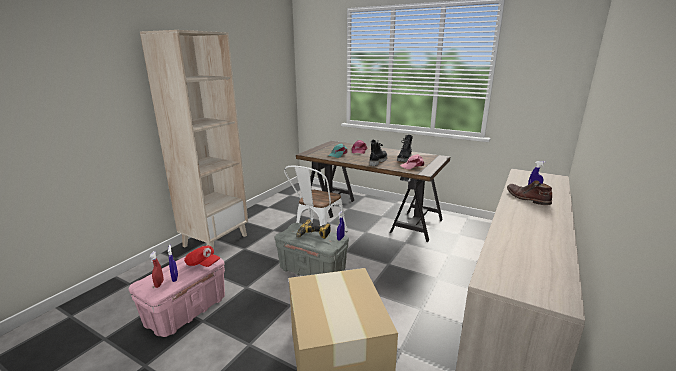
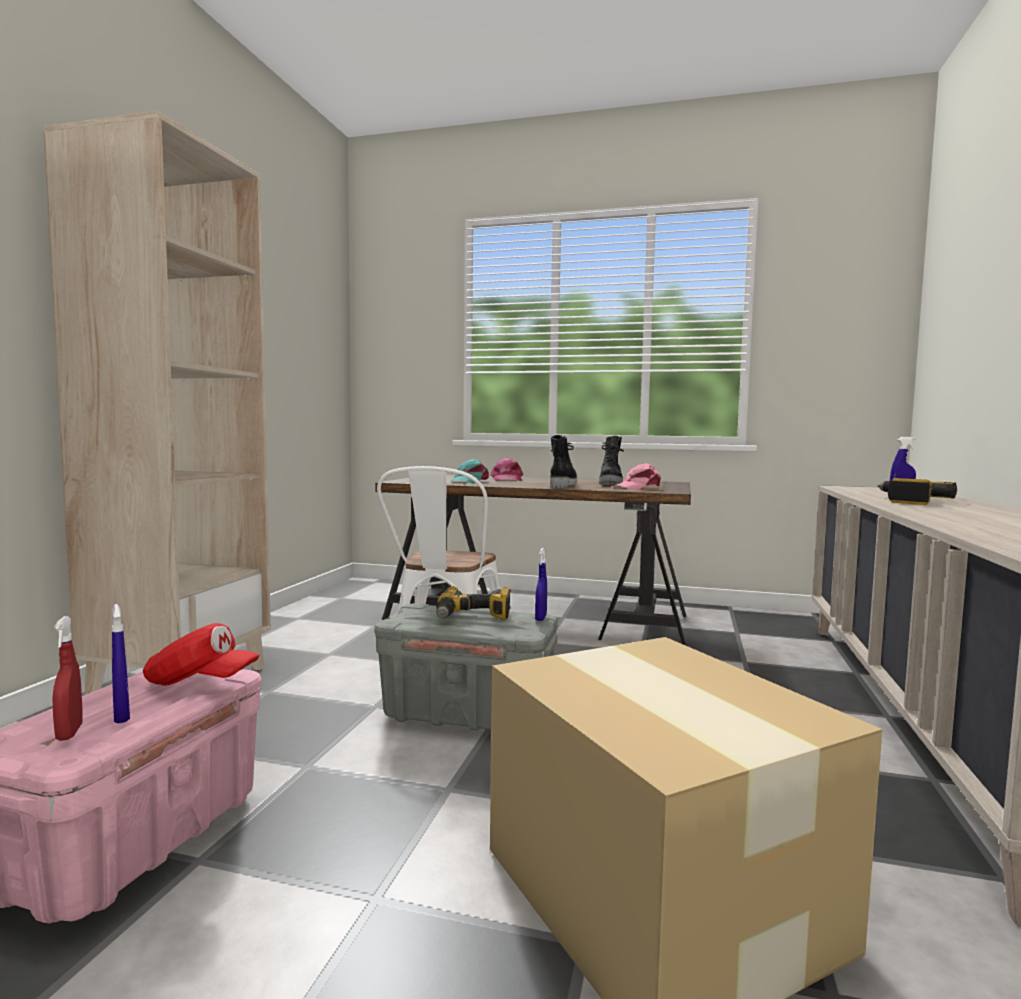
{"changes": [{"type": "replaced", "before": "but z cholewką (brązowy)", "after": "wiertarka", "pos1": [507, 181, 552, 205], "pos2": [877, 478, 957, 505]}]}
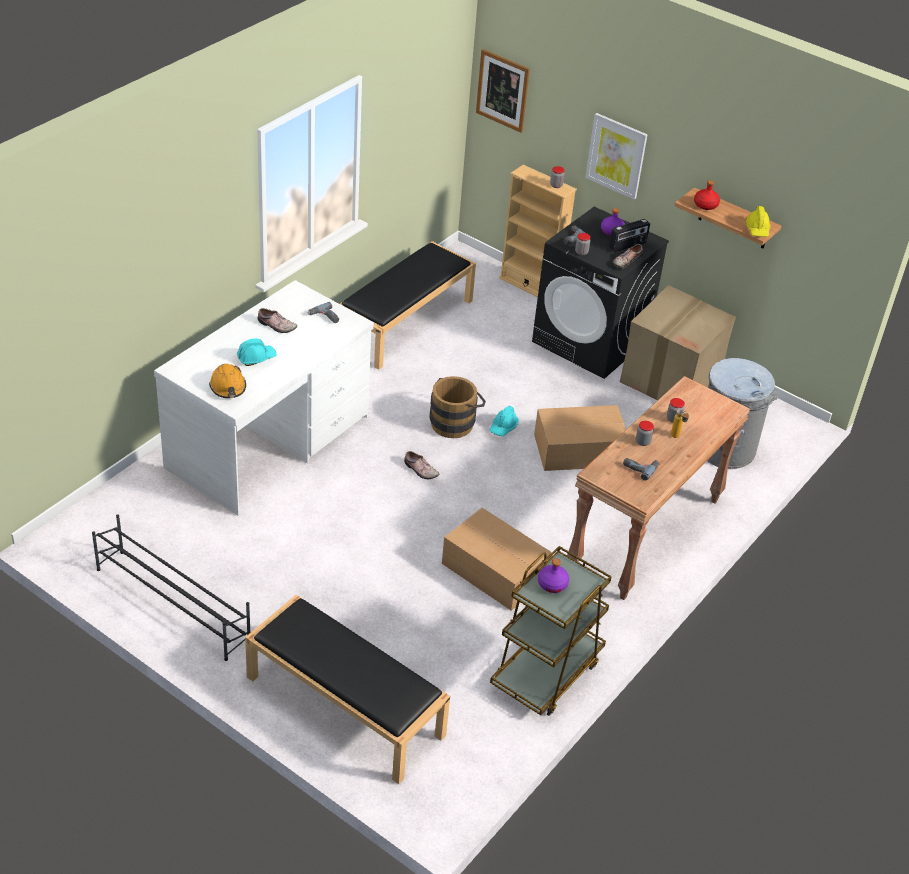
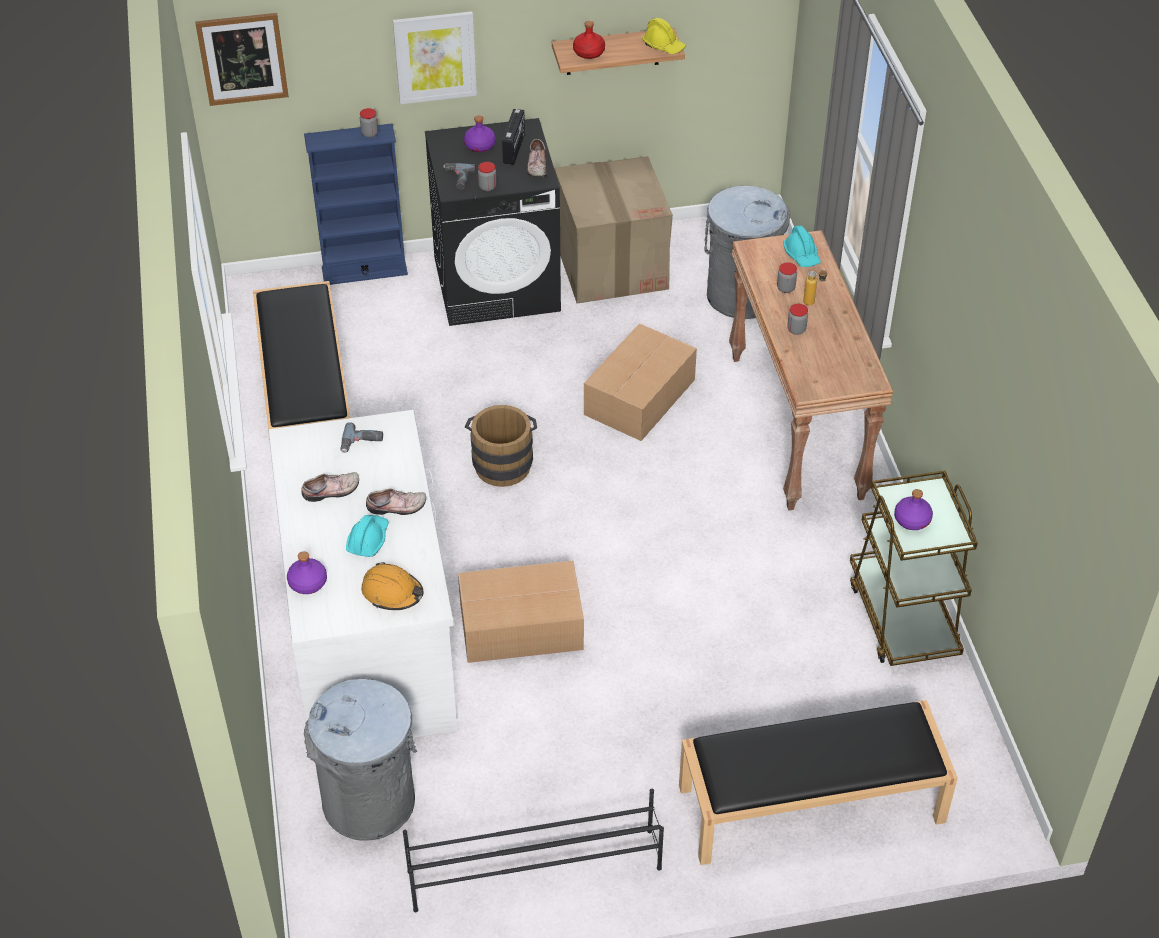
{"changes": [{"type": "moved", "before": "but", "pos1": [404, 451, 439, 479], "pos2": [366, 488, 426, 515]}, {"type": "moved", "before": "karton", "pos1": [442, 508, 552, 611], "pos2": [458, 561, 584, 663]}, {"type": "moved", "before": "kask (turkusowy)", "pos1": [489, 406, 519, 436], "pos2": [783, 225, 821, 267]}, {"type": "recoloured", "before": "regał (beżowy)", "after": "regał (niebieski)", "pos1": [499, 165, 577, 298], "pos2": [304, 124, 408, 285]}, {"type": "removed", "before": "wiertarka", "pos1": [623, 458, 659, 481]}, {"type": "added", "after": "butelka (fioletowy)", "pos2": [287, 551, 327, 594]}, {"type": "added", "after": "kosz na śmieci (szary)", "pos2": [304, 679, 417, 841]}]}
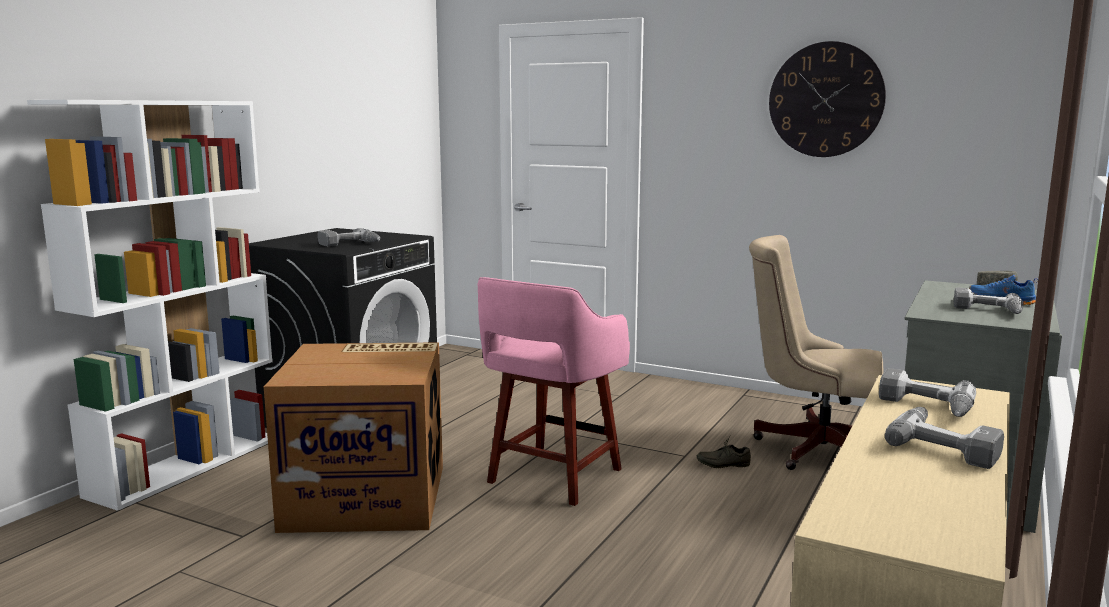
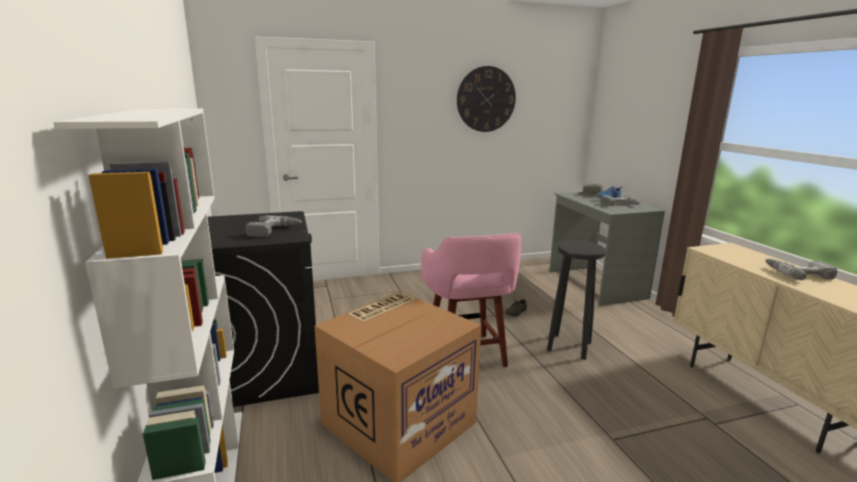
{"changes": [{"type": "removed", "before": "krzesło biurowe (beżowy)", "pos1": [749, 235, 884, 470]}, {"type": "removed", "before": "wiertarka", "pos1": [879, 368, 976, 417]}, {"type": "added", "after": "stołek (czarny)", "pos2": [547, 240, 606, 360]}]}
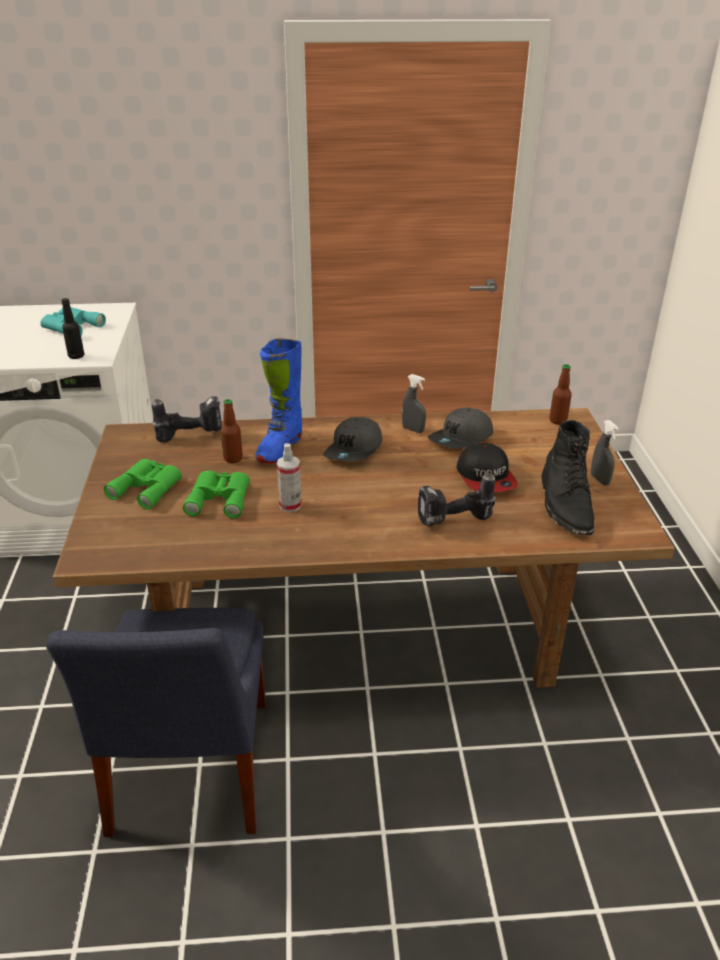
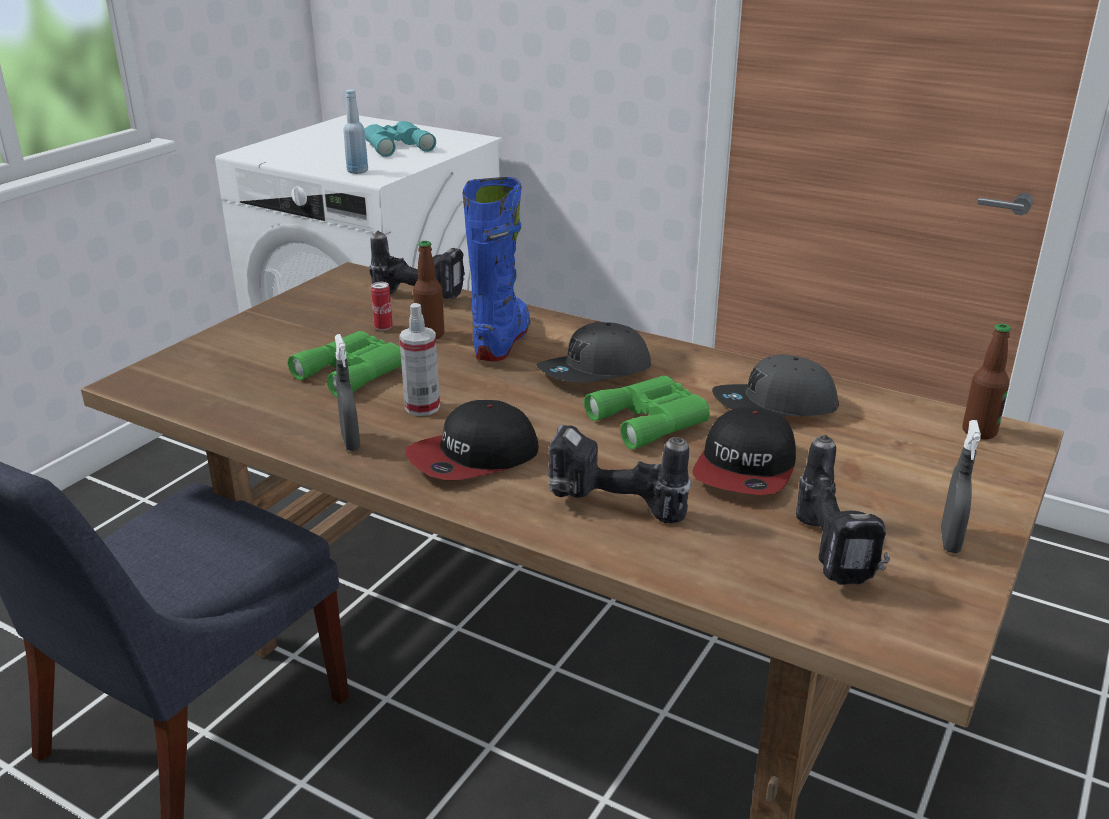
{"changes": [{"type": "recoloured", "before": "butelka (czarny)", "after": "butelka (niebieski)", "pos1": [61, 298, 84, 359], "pos2": [343, 89, 368, 174]}, {"type": "moved", "before": "lornetka (zielony)", "pos1": [104, 459, 182, 510], "pos2": [584, 376, 710, 449]}, {"type": "turned", "before": "but z cholewką (niebieski)", "pos1": [255, 339, 302, 464], "pos2": [462, 177, 531, 361], "turn": 135}, {"type": "moved", "before": "spryskiwacz (szary)", "pos1": [402, 374, 426, 433], "pos2": [335, 334, 360, 451]}, {"type": "replaced", "before": "but z cholewką (czarny)", "after": "wiertarka", "pos1": [541, 420, 594, 535], "pos2": [796, 435, 890, 585]}, {"type": "added", "after": "puszka", "pos2": [371, 282, 393, 331]}, {"type": "added", "after": "czapka z daszkiem", "pos2": [405, 400, 539, 480]}]}
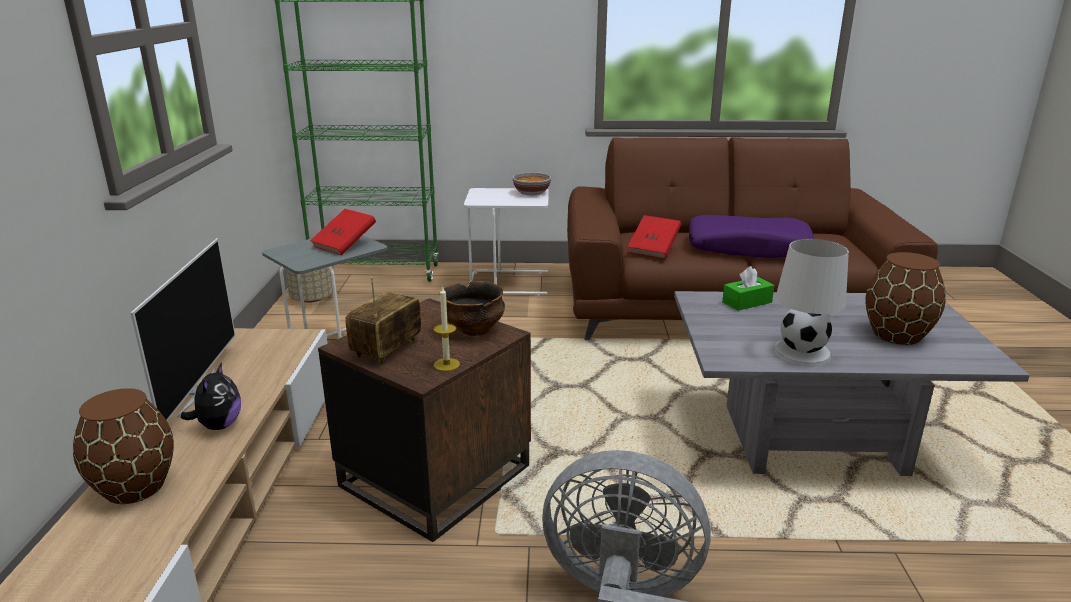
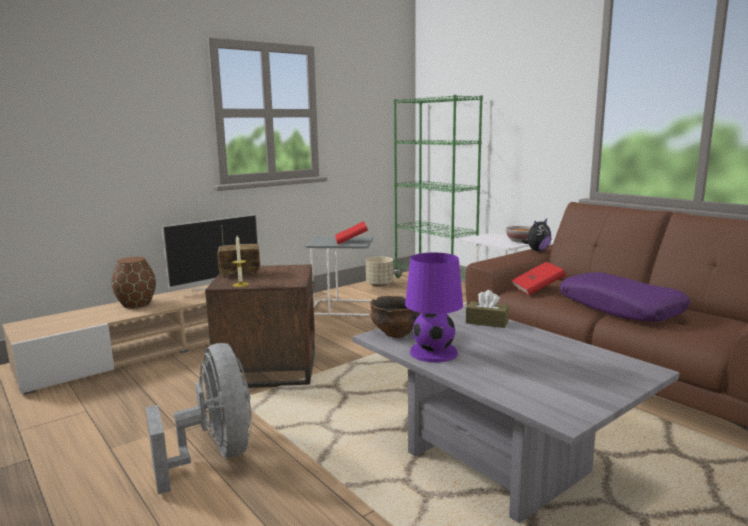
{"changes": [{"type": "moved", "before": "pluszak", "pos1": [181, 362, 241, 430], "pos2": [521, 219, 551, 251]}, {"type": "moved", "before": "miska", "pos1": [440, 281, 505, 336], "pos2": [370, 296, 421, 338]}, {"type": "recoloured", "before": "pudełko chusteczek (zielony)", "after": "pudełko chusteczek (brązowy)", "pos1": [722, 266, 774, 311], "pos2": [466, 290, 509, 328]}, {"type": "recoloured", "before": "lampa stołowa (biały)", "after": "lampa stołowa (fioletowy)", "pos1": [774, 239, 849, 366], "pos2": [405, 253, 463, 363]}, {"type": "removed", "before": "wazon (brązowy)", "pos1": [866, 252, 946, 345]}]}
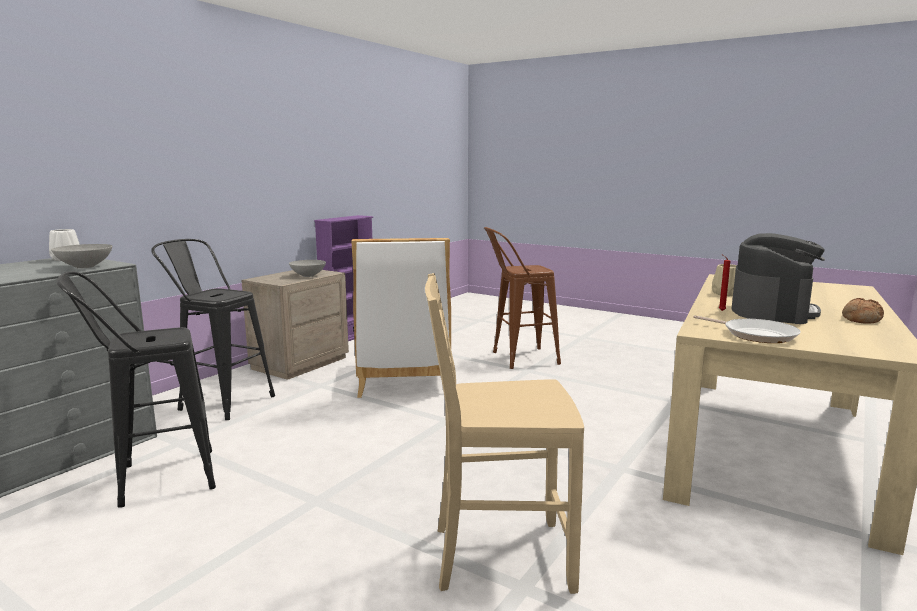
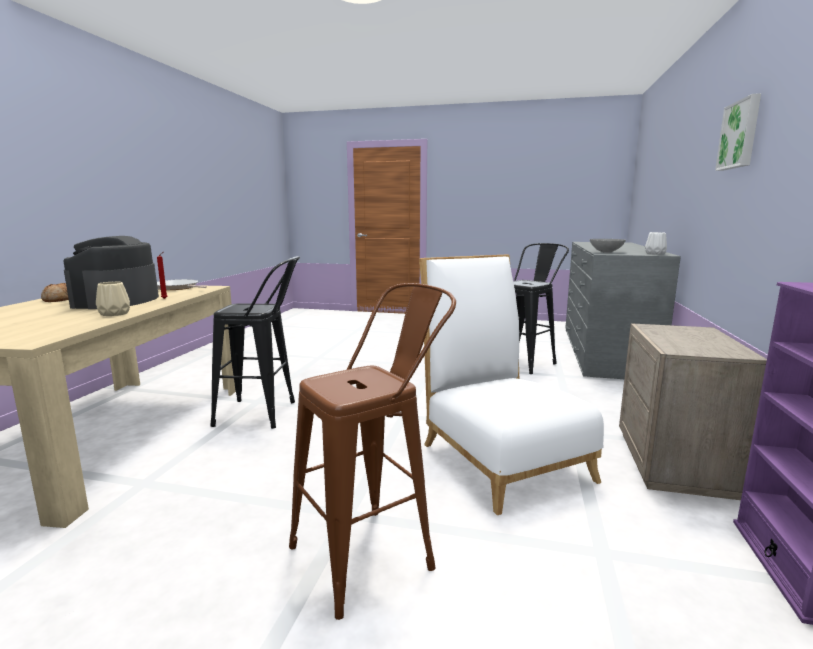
{"changes": [{"type": "moved", "before": "stołek (czarny)", "pos1": [151, 239, 275, 420], "pos2": [211, 256, 300, 429]}, {"type": "removed", "before": "miska (szary)", "pos1": [289, 260, 326, 277]}, {"type": "removed", "before": "krzesło (beżowy)", "pos1": [425, 273, 584, 594]}, {"type": "added", "after": "obraz", "pos2": [715, 93, 761, 171]}]}
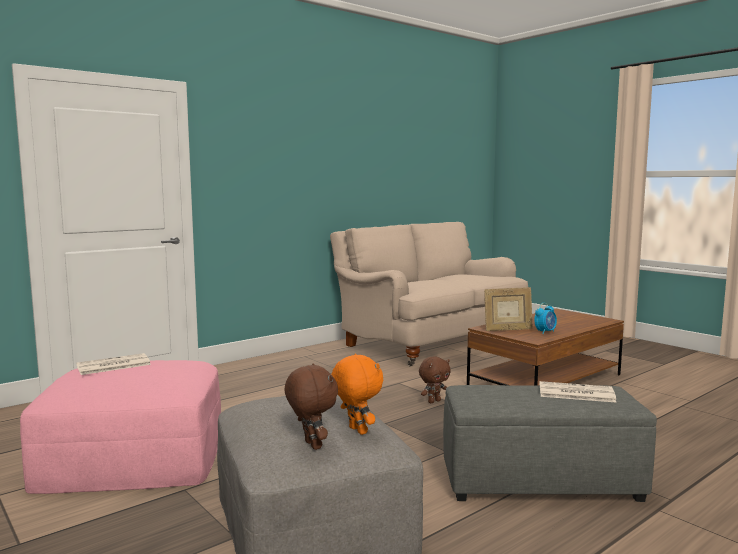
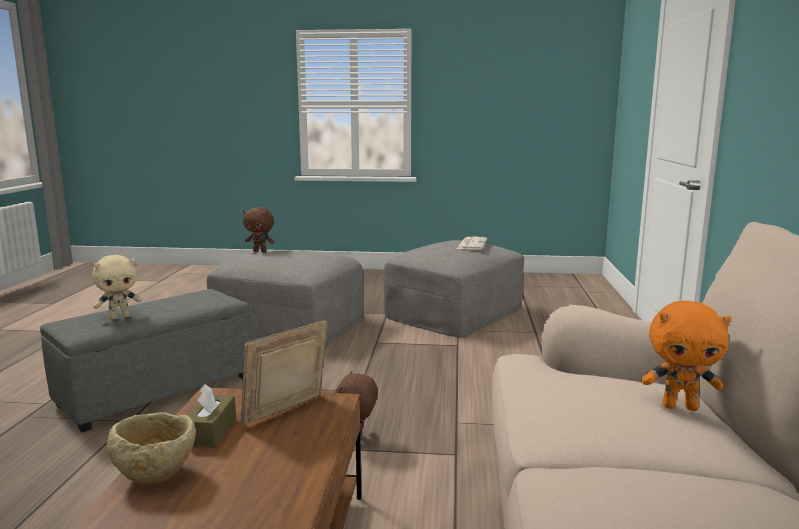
{"changes": [{"type": "recoloured", "before": "pufa (różowy)", "after": "pufa (szary)", "pos1": [20, 360, 221, 494], "pos2": [384, 240, 524, 338]}, {"type": "moved", "before": "pluszak (pomarańczowy)", "pos1": [331, 354, 383, 435], "pos2": [641, 300, 731, 411]}, {"type": "replaced", "before": "budzik", "after": "pudełko chusteczek (brązowy)", "pos1": [534, 303, 557, 334], "pos2": [187, 384, 236, 448]}, {"type": "replaced", "before": "gazeta", "after": "pluszak (beżowy)", "pos1": [540, 381, 617, 403], "pos2": [92, 255, 142, 320]}, {"type": "added", "after": "miska (beżowy)", "pos2": [107, 412, 196, 484]}]}
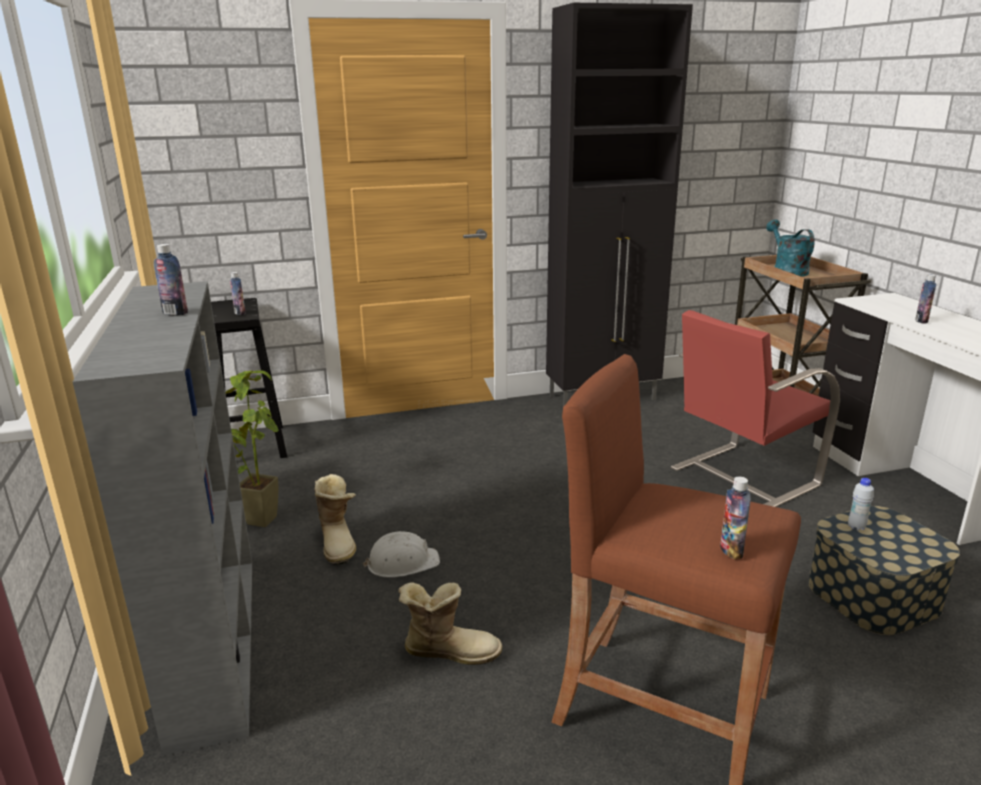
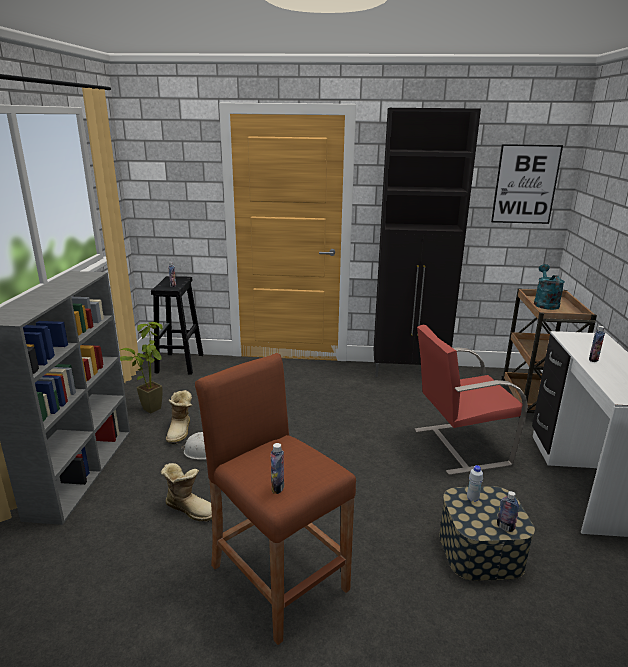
{"changes": [{"type": "moved", "before": "butelka", "pos1": [154, 244, 188, 315], "pos2": [497, 491, 519, 532]}, {"type": "added", "after": "obraz", "pos2": [491, 144, 563, 224]}]}
